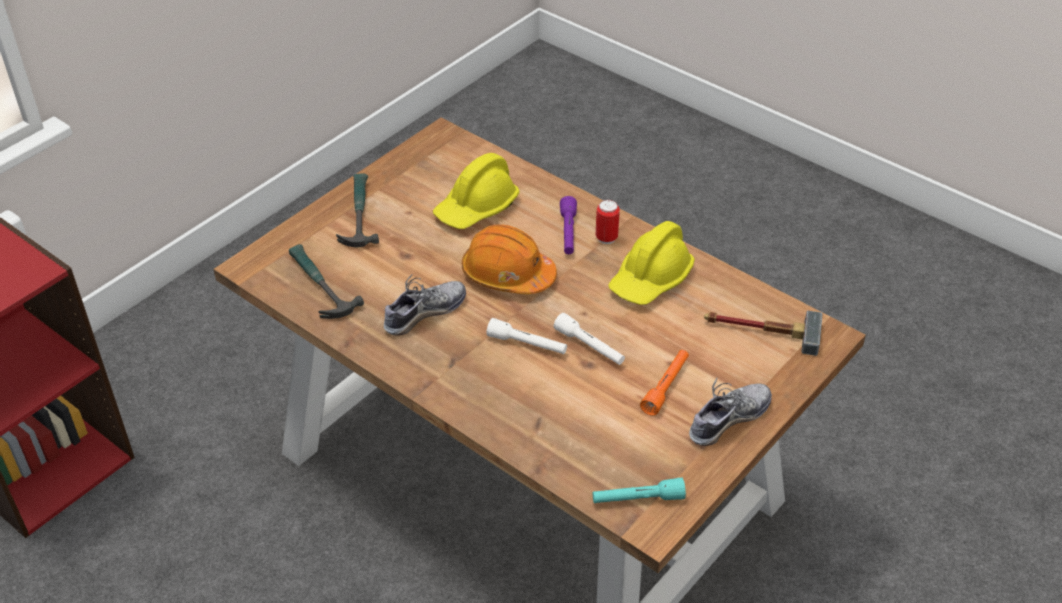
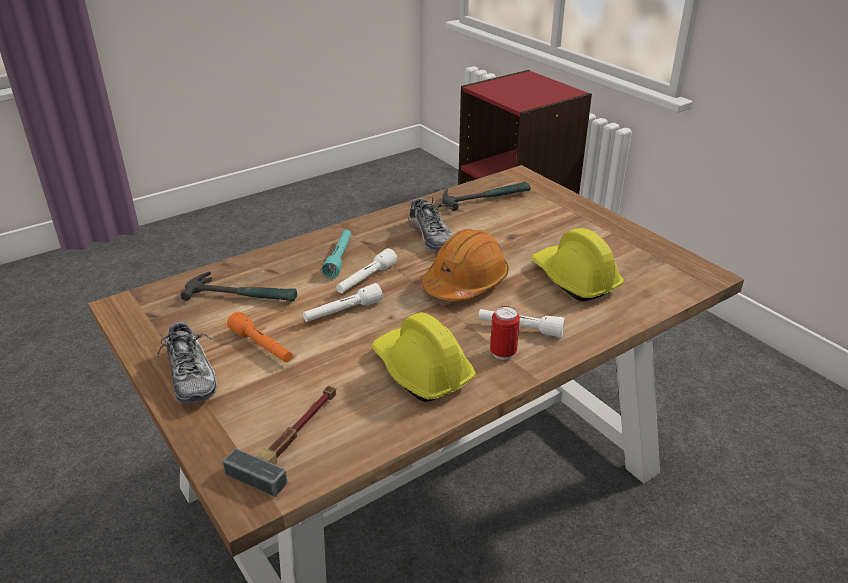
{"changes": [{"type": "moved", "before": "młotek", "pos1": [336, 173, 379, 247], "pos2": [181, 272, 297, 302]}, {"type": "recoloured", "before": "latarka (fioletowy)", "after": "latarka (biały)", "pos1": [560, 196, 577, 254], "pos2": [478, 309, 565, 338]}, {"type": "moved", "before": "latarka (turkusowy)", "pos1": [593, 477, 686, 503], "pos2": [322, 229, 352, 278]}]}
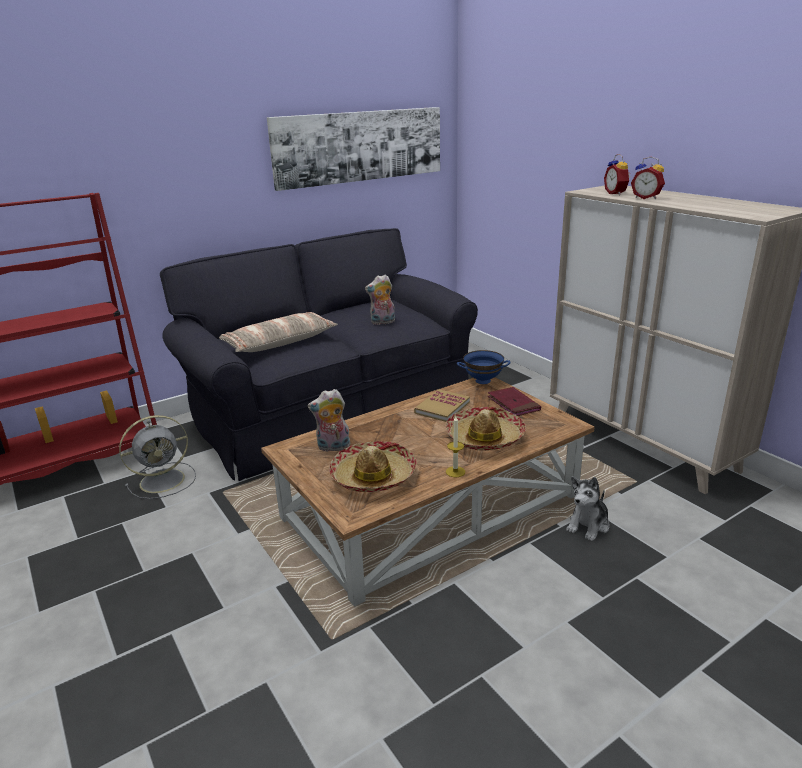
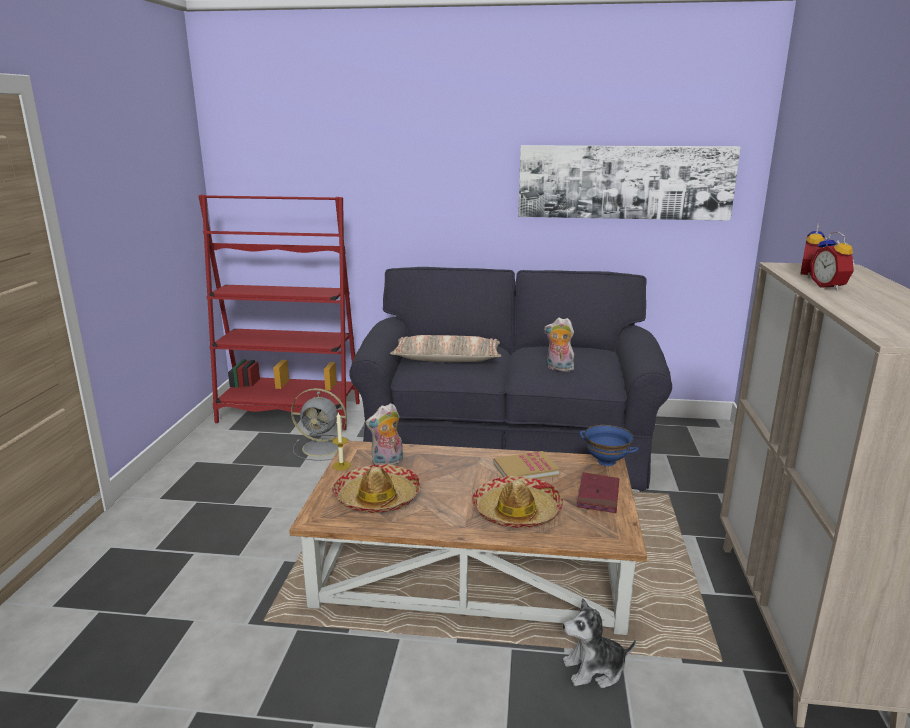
{"changes": [{"type": "turned", "before": "pluszak", "pos1": [308, 389, 352, 452], "pos2": [365, 403, 403, 465], "turn": -60}, {"type": "moved", "before": "świeca", "pos1": [446, 416, 465, 477], "pos2": [332, 413, 351, 470]}]}
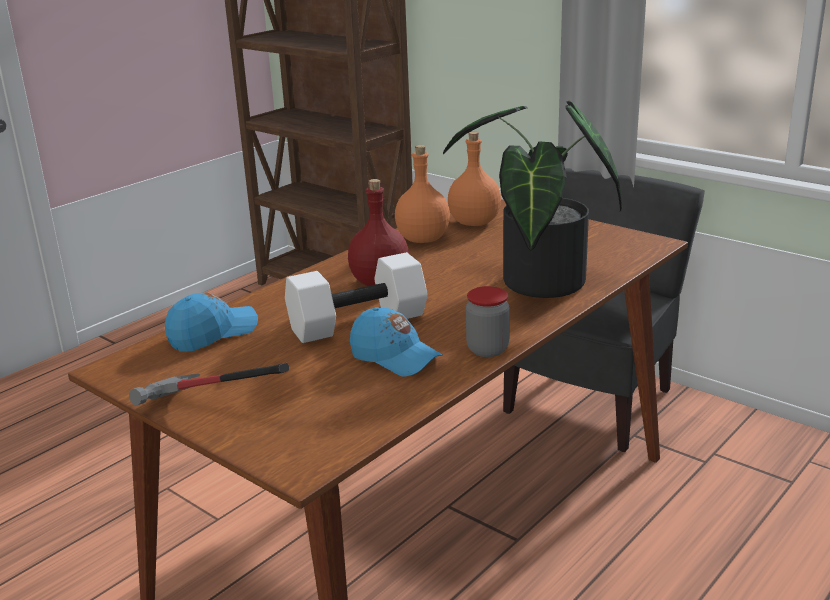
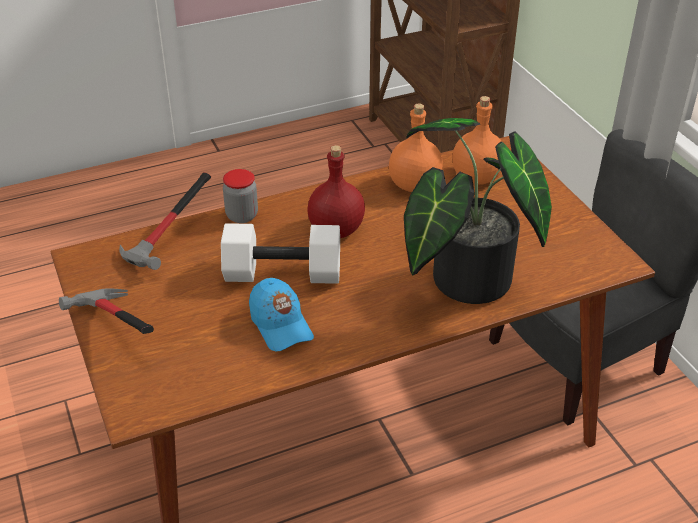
{"changes": [{"type": "replaced", "before": "czapka z daszkiem (niebieski)", "after": "młotek", "pos1": [165, 292, 258, 352], "pos2": [119, 173, 211, 270]}, {"type": "moved", "before": "słoik", "pos1": [466, 286, 510, 357], "pos2": [223, 169, 258, 223]}]}
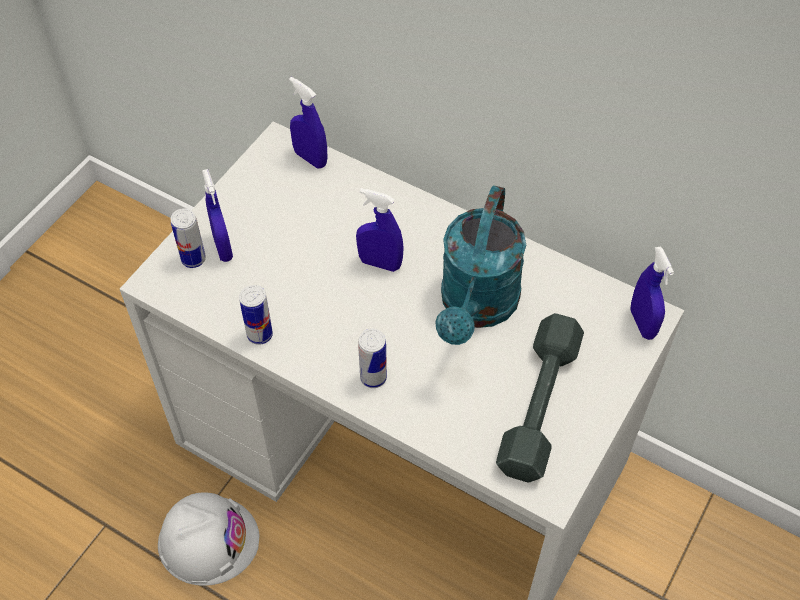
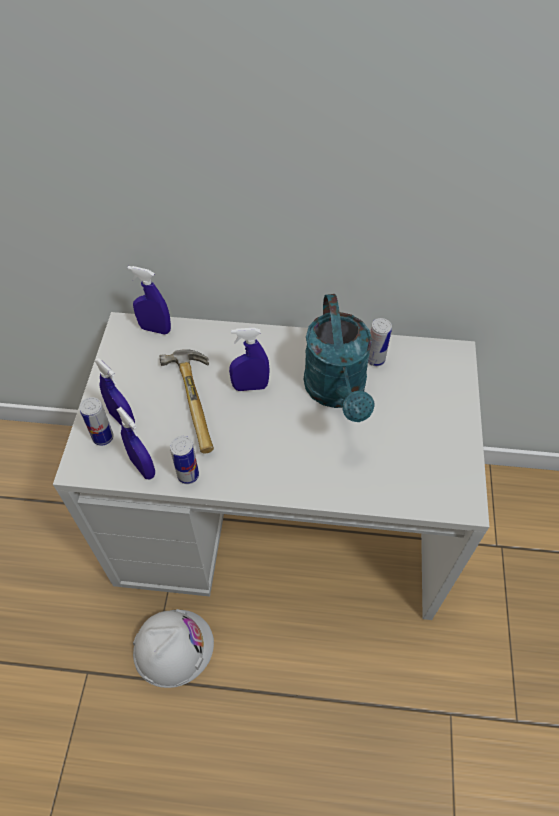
{"changes": [{"type": "moved", "before": "puszka", "pos1": [358, 328, 387, 388], "pos2": [368, 318, 392, 366]}, {"type": "removed", "before": "hantel (szary)", "pos1": [496, 313, 584, 483]}, {"type": "moved", "before": "spryskiwacz (niebieski)", "pos1": [630, 246, 674, 340], "pos2": [116, 407, 155, 479]}, {"type": "added", "after": "młotek", "pos2": [159, 349, 214, 454]}]}
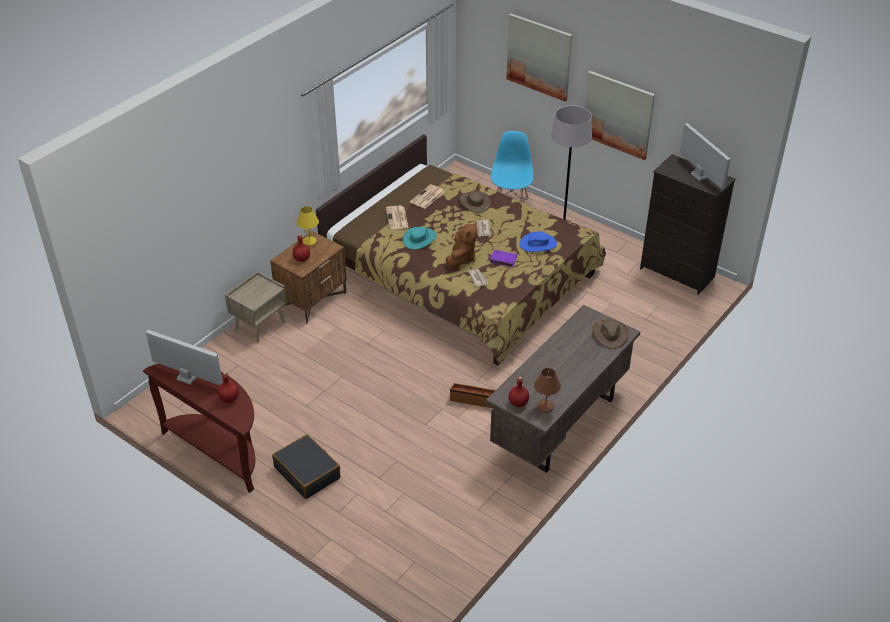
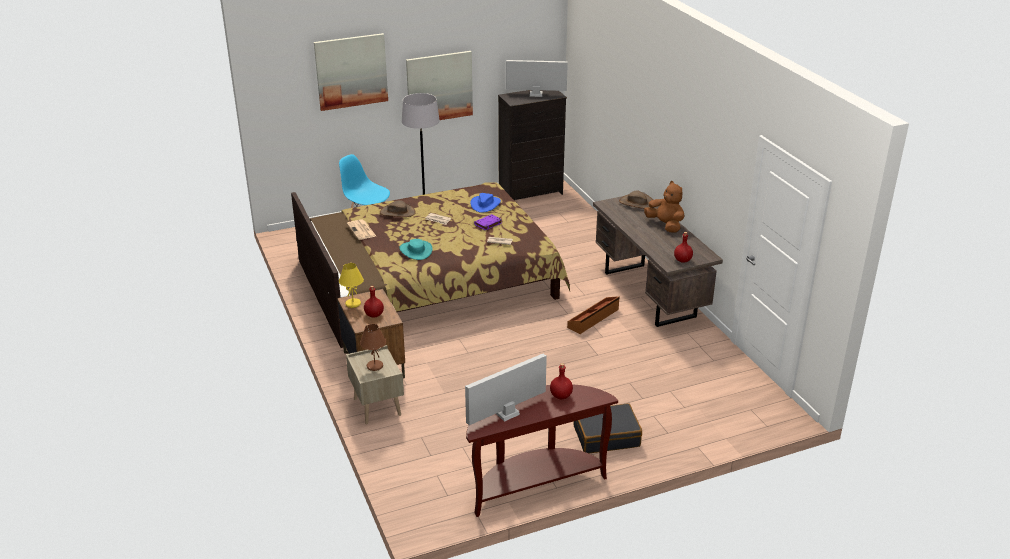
{"changes": [{"type": "removed", "before": "gazeta", "pos1": [386, 206, 409, 230]}, {"type": "moved", "before": "pluszak (brązowy)", "pos1": [446, 222, 478, 268], "pos2": [644, 181, 685, 233]}, {"type": "moved", "before": "lampa stołowa (brązowy)", "pos1": [534, 368, 561, 413], "pos2": [360, 324, 386, 371]}]}
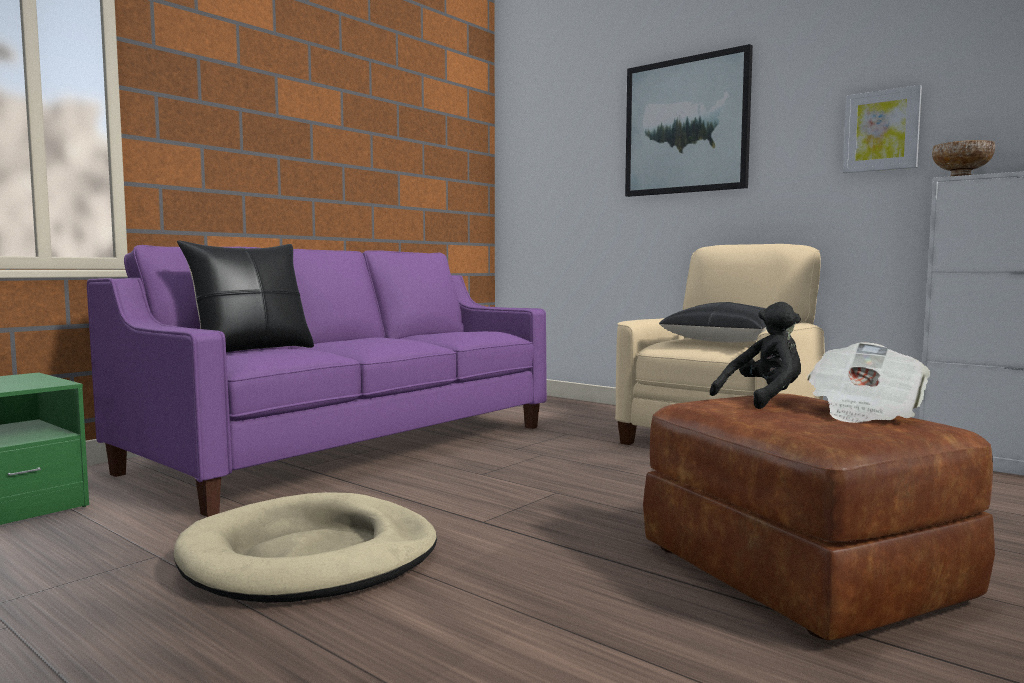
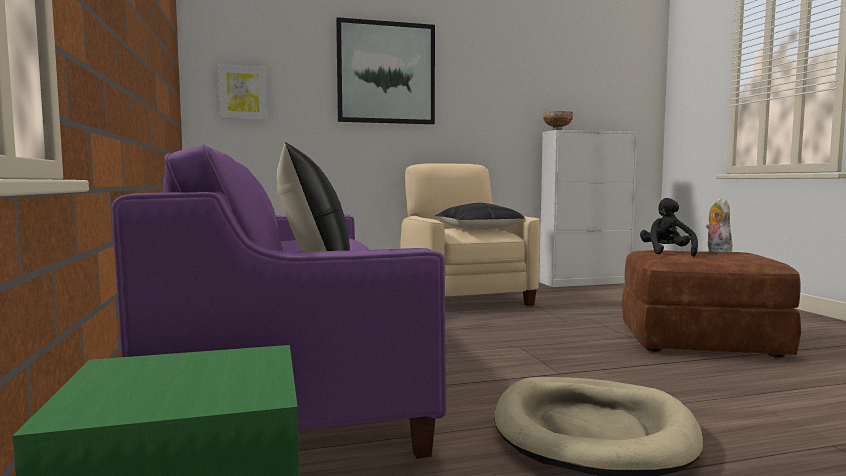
{"changes": [{"type": "replaced", "before": "gazeta", "after": "pluszak", "pos1": [807, 342, 931, 423], "pos2": [706, 198, 732, 254]}, {"type": "moved", "before": "obraz", "pos1": [843, 85, 922, 173], "pos2": [218, 64, 267, 120]}]}
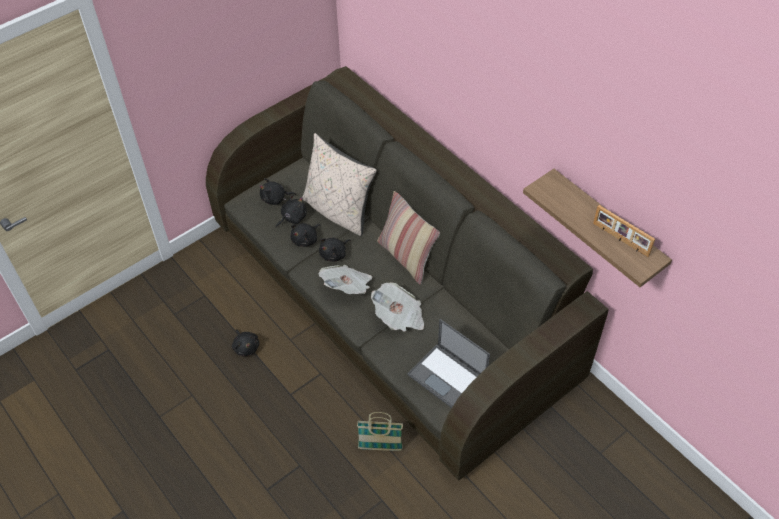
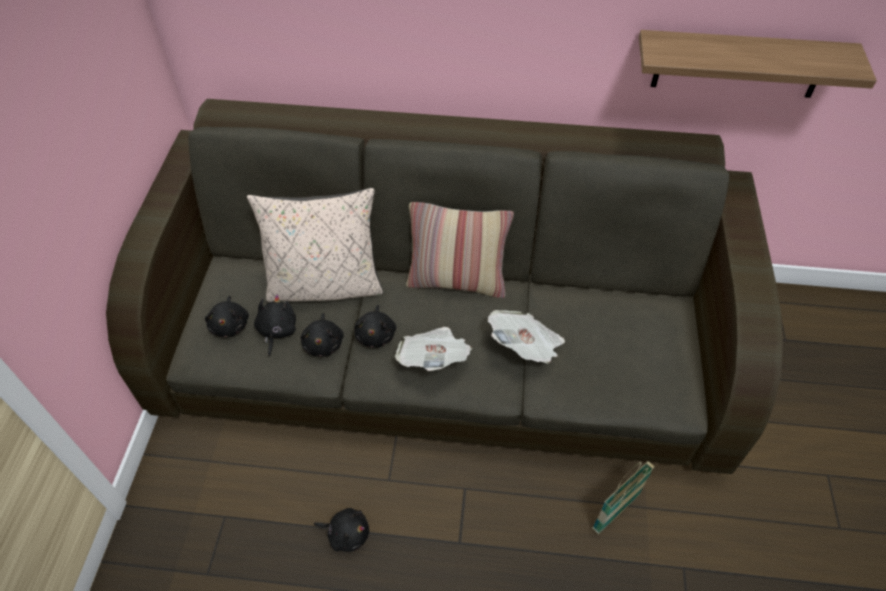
{"changes": [{"type": "turned", "before": "pluszak (czarny)", "pos1": [259, 178, 296, 205], "pos2": [205, 296, 249, 337], "turn": -45}, {"type": "removed", "before": "laptop", "pos1": [408, 319, 490, 408]}, {"type": "removed", "before": "ramka na zdjęcie", "pos1": [593, 205, 655, 257]}]}
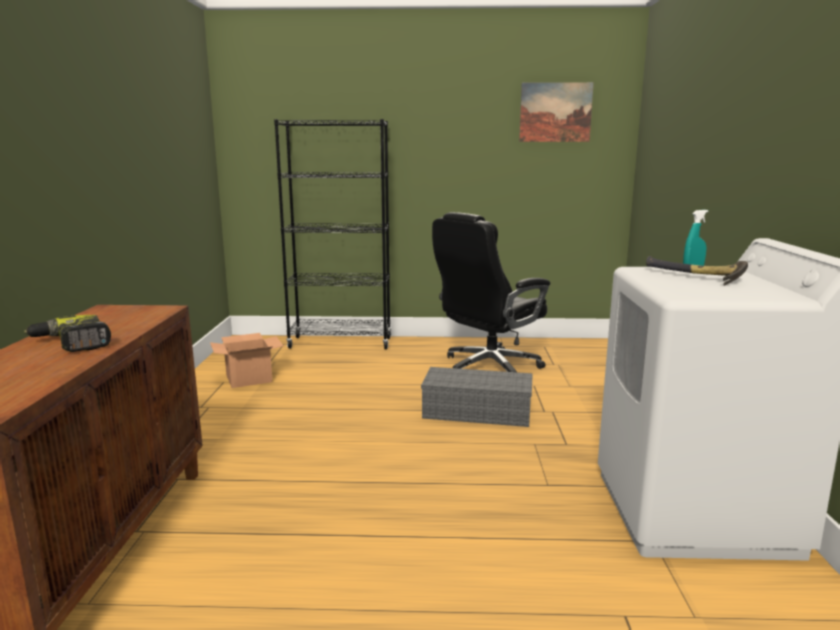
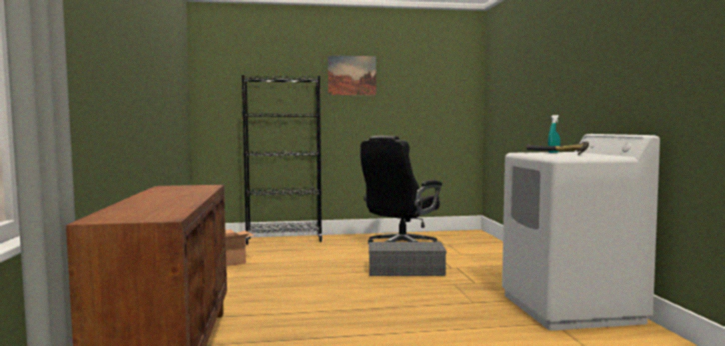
{"changes": [{"type": "removed", "before": "wiertarka", "pos1": [24, 315, 111, 352]}, {"type": "moved", "before": "obraz", "pos1": [519, 82, 594, 142], "pos2": [328, 55, 376, 95]}]}
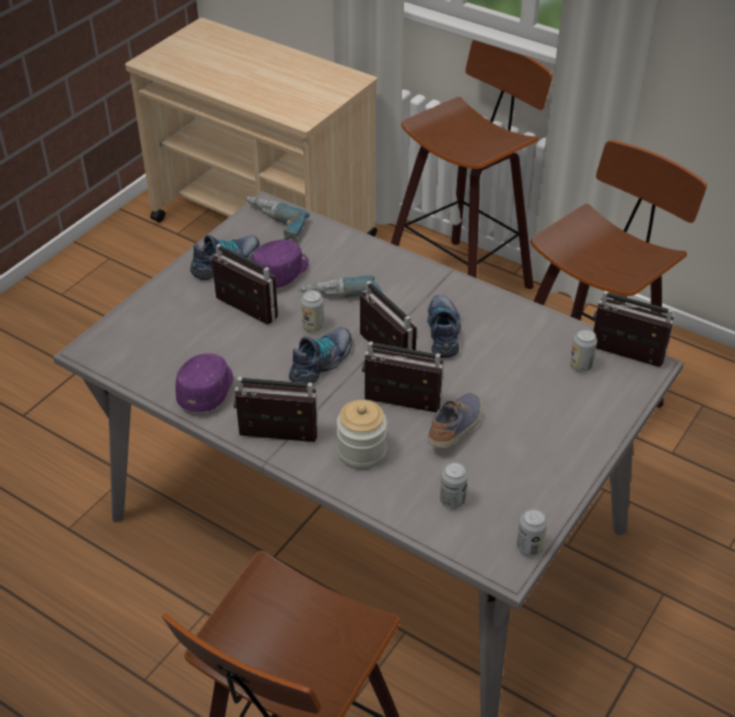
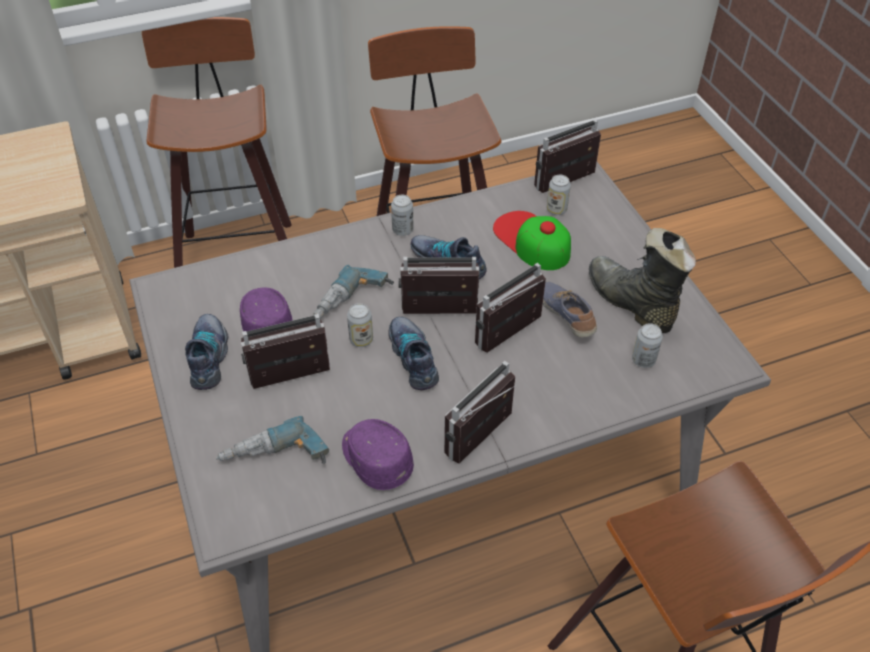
{"changes": [{"type": "moved", "before": "wiertarka", "pos1": [245, 196, 309, 240], "pos2": [215, 416, 329, 464]}, {"type": "removed", "before": "słoik", "pos1": [337, 400, 387, 470]}, {"type": "moved", "before": "puszka", "pos1": [517, 508, 547, 556], "pos2": [391, 195, 413, 236]}, {"type": "added", "after": "czapka z daszkiem", "pos2": [493, 211, 571, 270]}, {"type": "added", "after": "but z cholewką (czarny)", "pos2": [589, 228, 696, 333]}]}
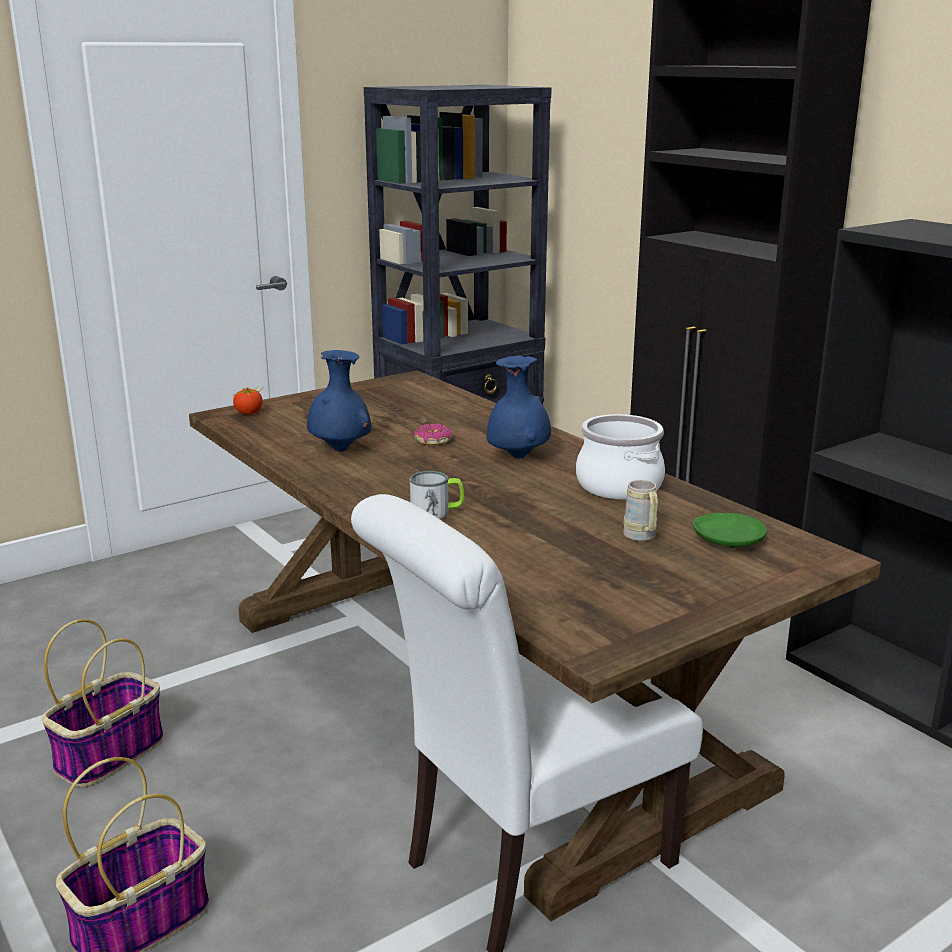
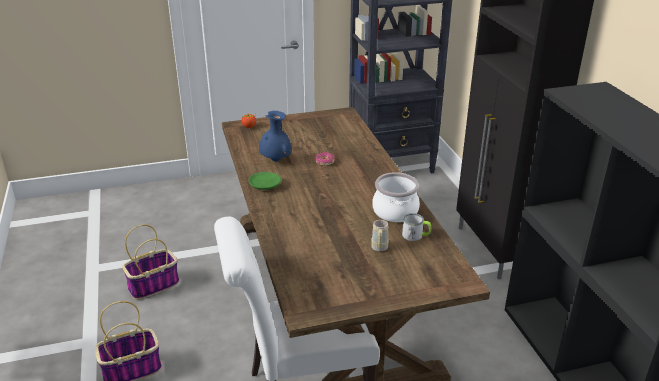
{"changes": [{"type": "moved", "before": "kubek", "pos1": [410, 471, 464, 519], "pos2": [402, 213, 431, 241]}, {"type": "removed", "before": "wazon (niebieski)", "pos1": [486, 355, 551, 459]}, {"type": "moved", "before": "talerz (zielony)", "pos1": [693, 513, 767, 548], "pos2": [249, 172, 281, 190]}]}
